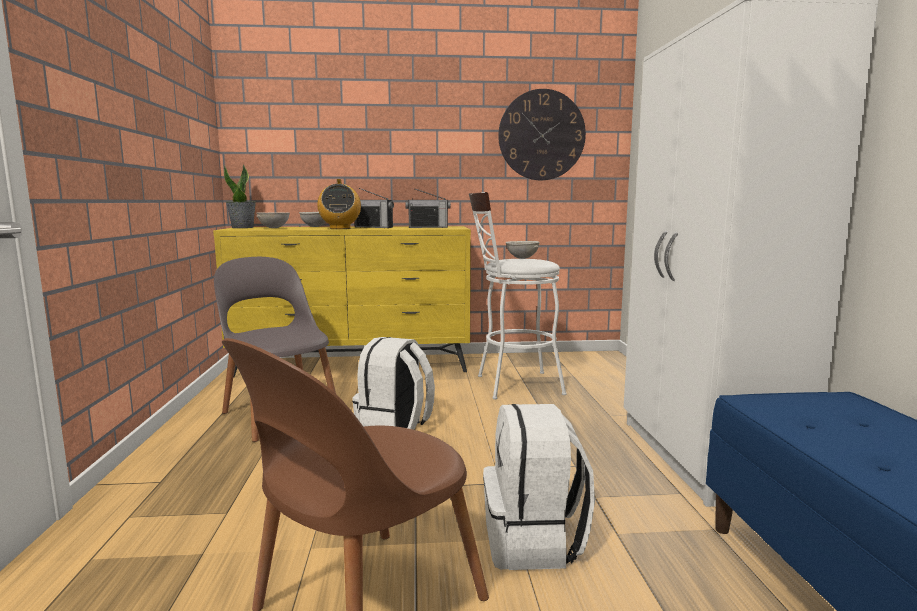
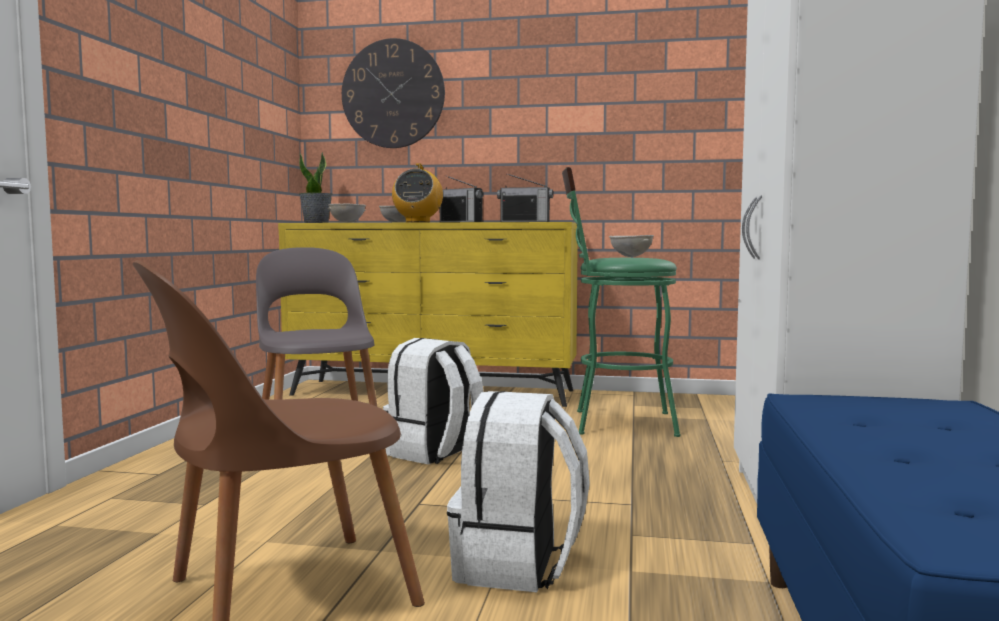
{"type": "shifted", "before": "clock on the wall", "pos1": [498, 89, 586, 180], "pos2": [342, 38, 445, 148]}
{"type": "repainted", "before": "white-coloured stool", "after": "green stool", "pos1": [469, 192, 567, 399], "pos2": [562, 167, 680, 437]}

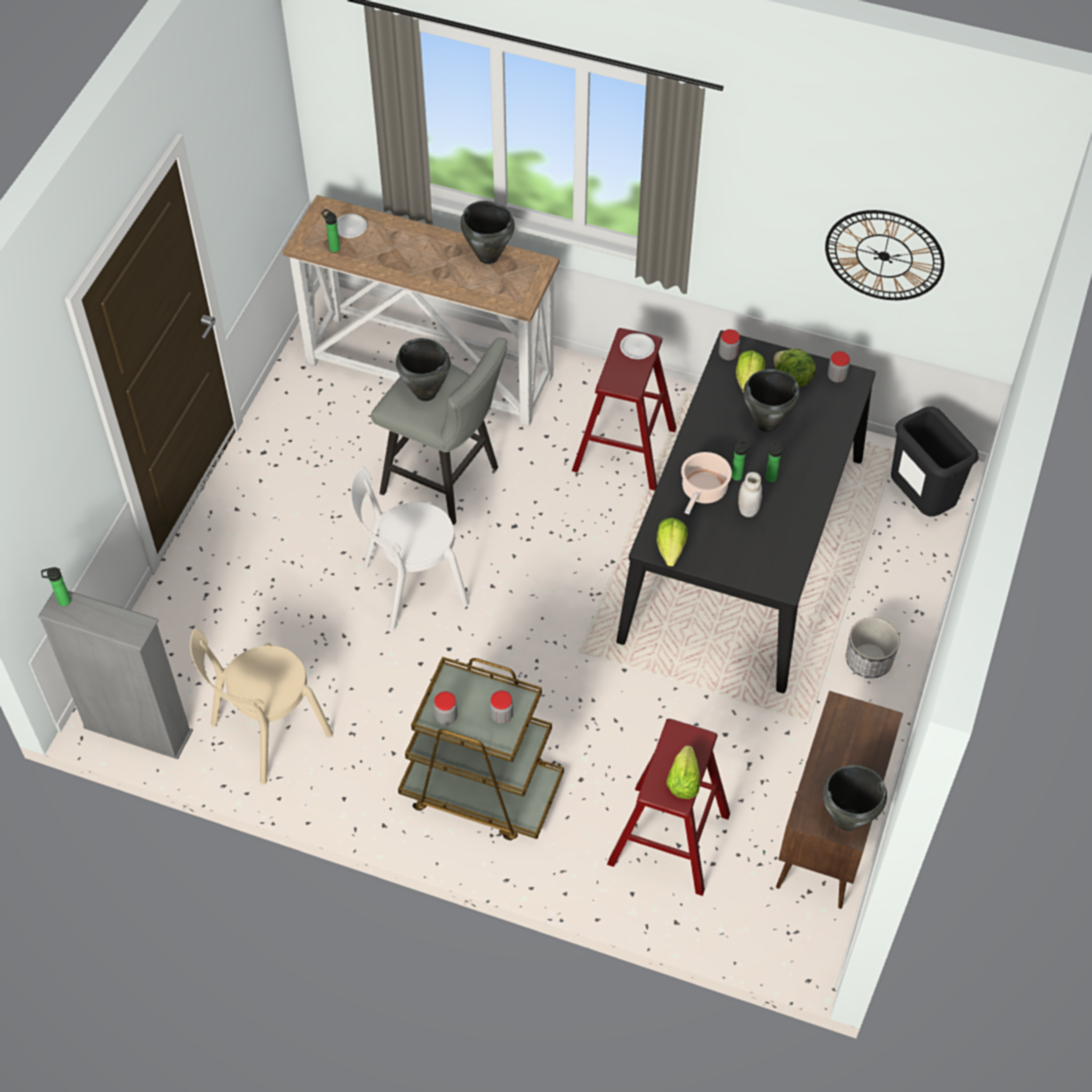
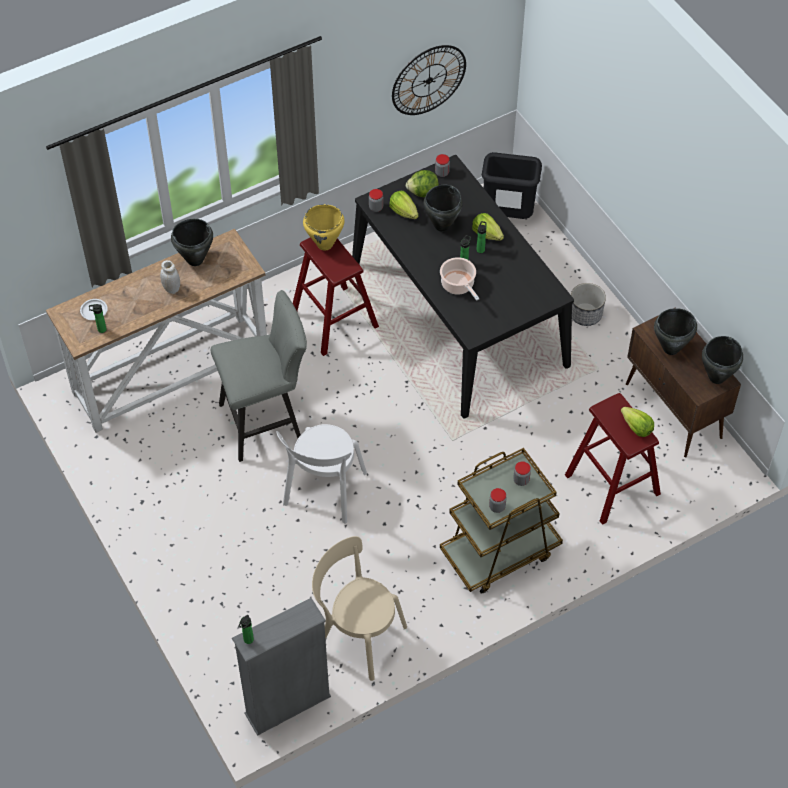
{"type": "swapped", "before": "white-coloured flat dish", "after": "yellow-coloured cooking pot", "pos1": [620, 333, 655, 359], "pos2": [303, 204, 344, 251]}
{"type": "shifted", "before": "black-coloured cooking pot", "pos1": [396, 338, 451, 401], "pos2": [654, 308, 697, 355]}
{"type": "shifted", "before": "white-coloured storage jar", "pos1": [738, 472, 762, 517], "pos2": [160, 260, 180, 294]}
{"type": "shifted", "before": "head of lettuce", "pos1": [657, 518, 688, 567], "pos2": [472, 213, 504, 241]}
{"type": "rotated", "before": "sand-coloured chair", "pos1": [190, 629, 333, 785], "pos2": [312, 536, 407, 681], "turn": 120}

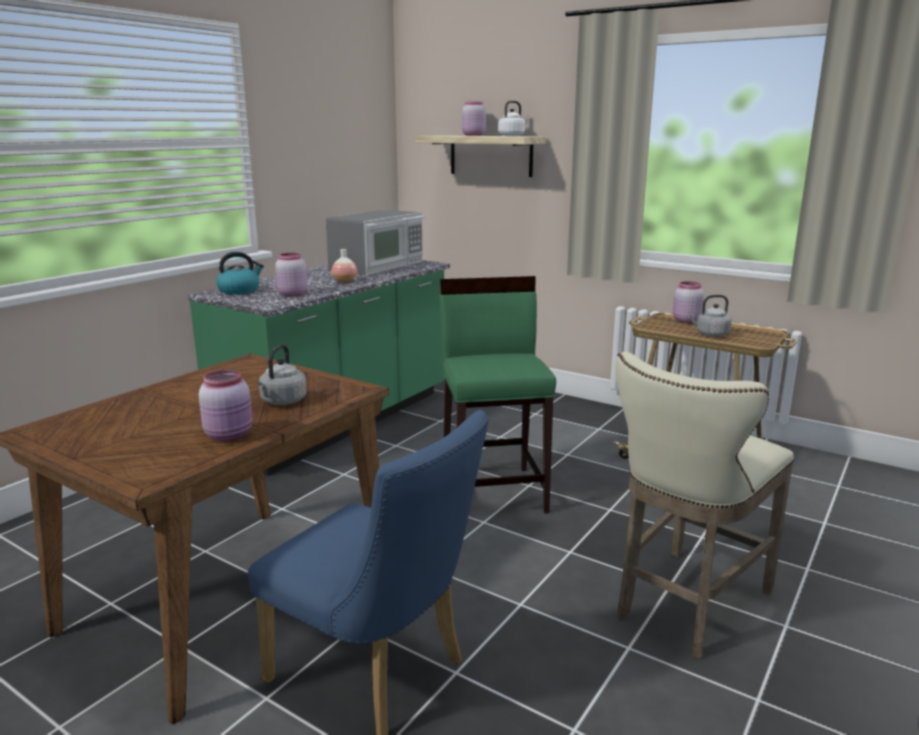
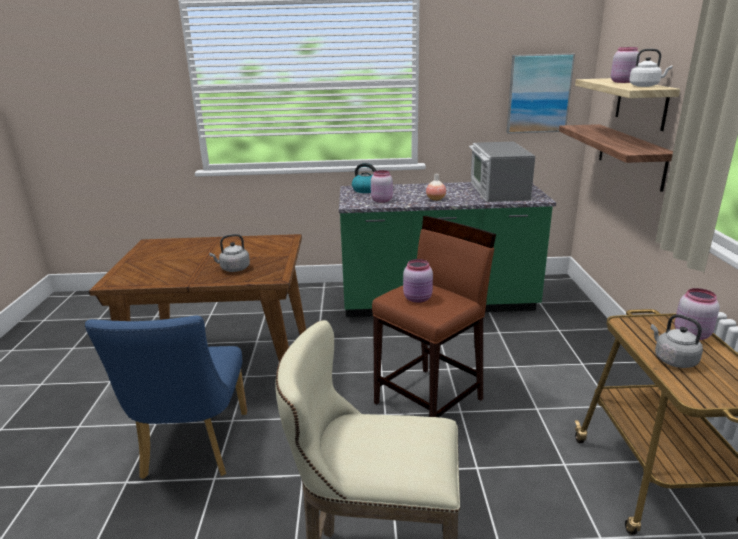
{"type": "rotated", "before": "kitchen microwave", "pos1": [325, 209, 425, 275], "pos2": [469, 141, 535, 202], "turn": 90}
{"type": "repainted", "before": "green stool", "after": "brown-coloured stool", "pos1": [439, 276, 556, 514], "pos2": [372, 216, 496, 417]}
{"type": "shifted", "before": "pinkish storage jar", "pos1": [199, 370, 252, 442], "pos2": [403, 259, 433, 303]}
{"type": "new", "after": "wall picture", "pos2": [506, 53, 575, 134]}
{"type": "new", "after": "bracket shelf", "pos2": [559, 124, 673, 192]}

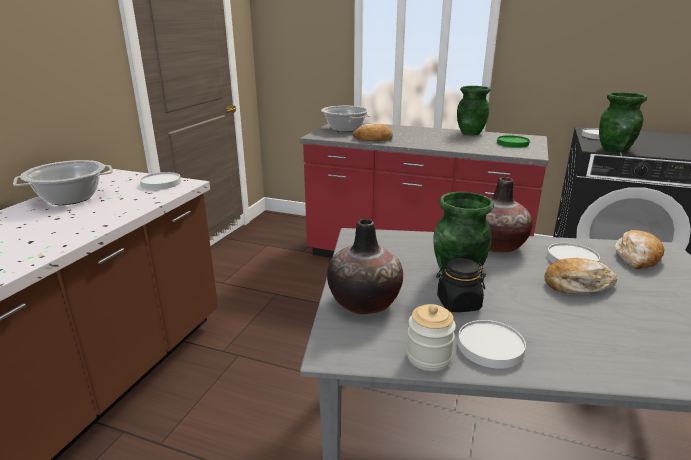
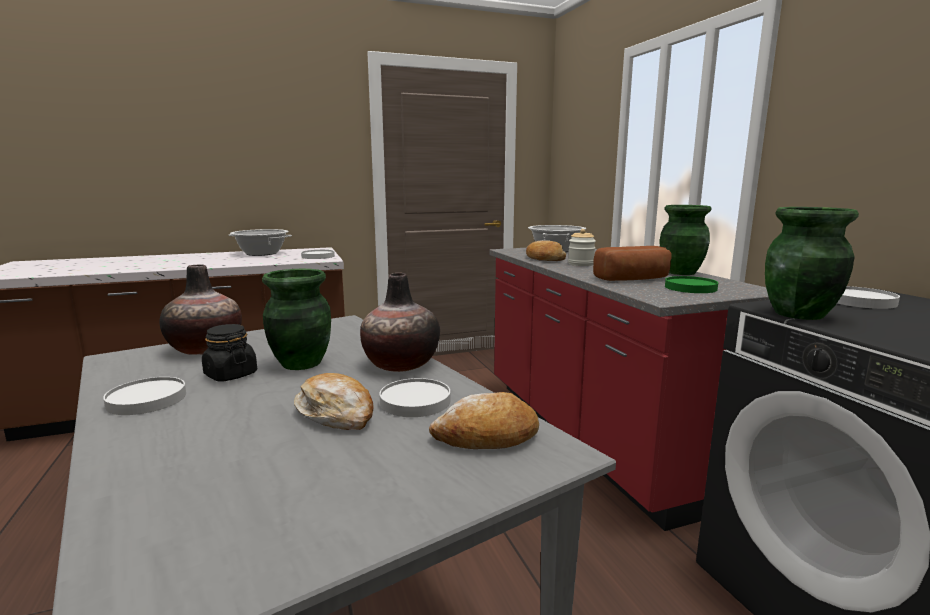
{"type": "shifted", "before": "storage jar", "pos1": [407, 304, 456, 371], "pos2": [568, 229, 596, 266]}
{"type": "new", "after": "baked bread", "pos2": [593, 246, 672, 281]}

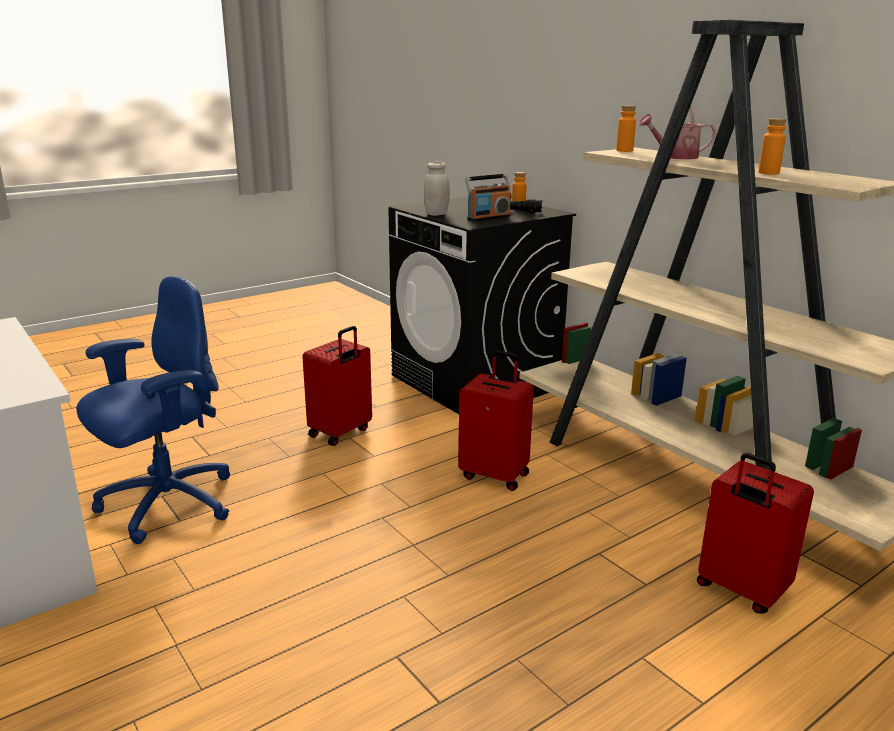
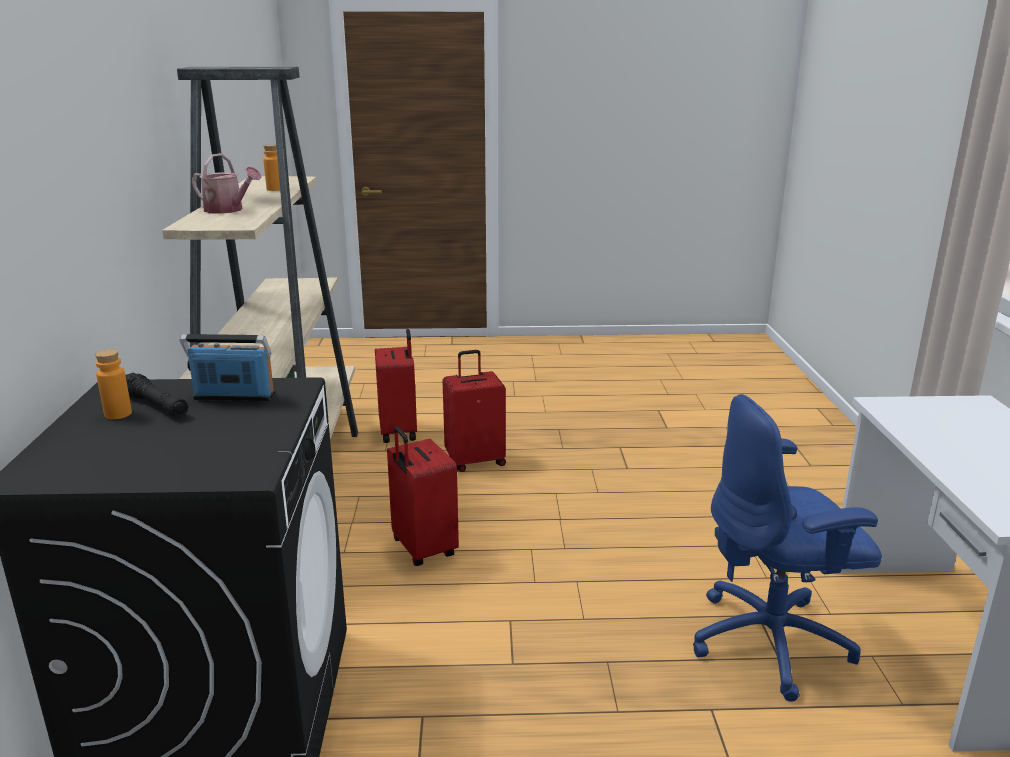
{"type": "gone", "before": "orangey beverage bottle", "pos1": [616, 105, 636, 152]}
{"type": "gone", "before": "white-coloured storage jar", "pos1": [424, 162, 450, 216]}
{"type": "shifted", "before": "reddish travel case", "pos1": [302, 326, 372, 446], "pos2": [443, 350, 506, 472]}

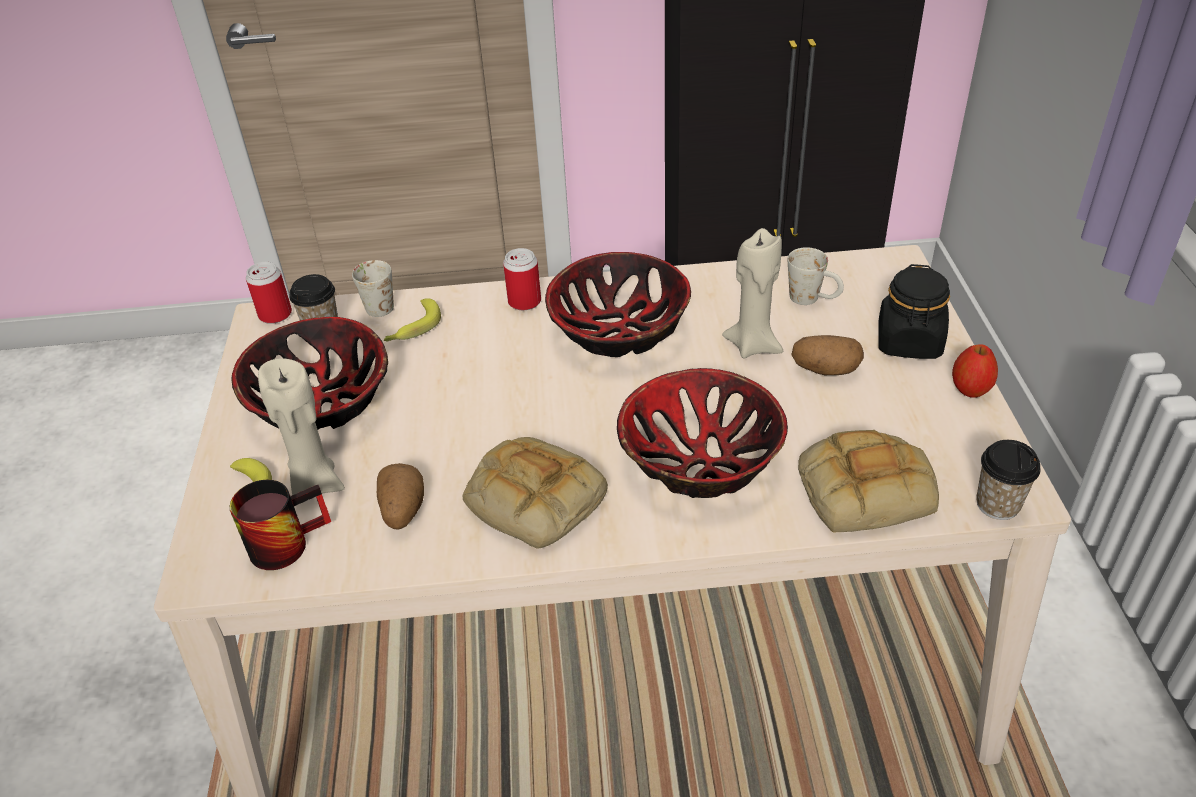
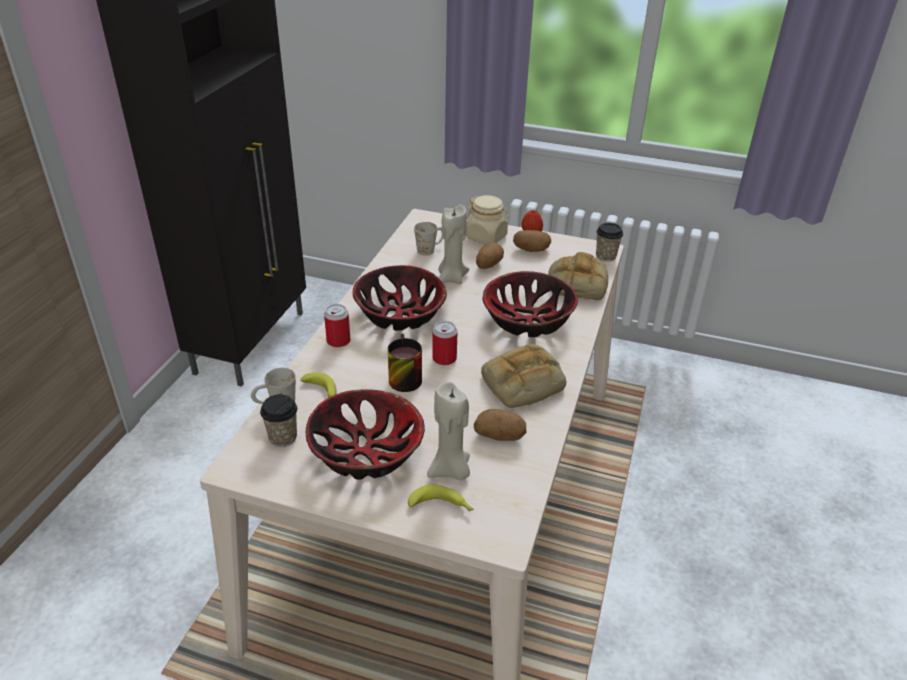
{"type": "shifted", "before": "can", "pos1": [246, 262, 292, 324], "pos2": [432, 321, 458, 365]}
{"type": "repainted", "before": "black-coloured storage jar", "after": "sand-coloured storage jar", "pos1": [878, 264, 950, 359], "pos2": [466, 195, 509, 244]}
{"type": "shifted", "before": "mug", "pos1": [230, 480, 331, 570], "pos2": [388, 334, 422, 392]}
{"type": "new", "after": "potato", "pos2": [513, 230, 551, 252]}

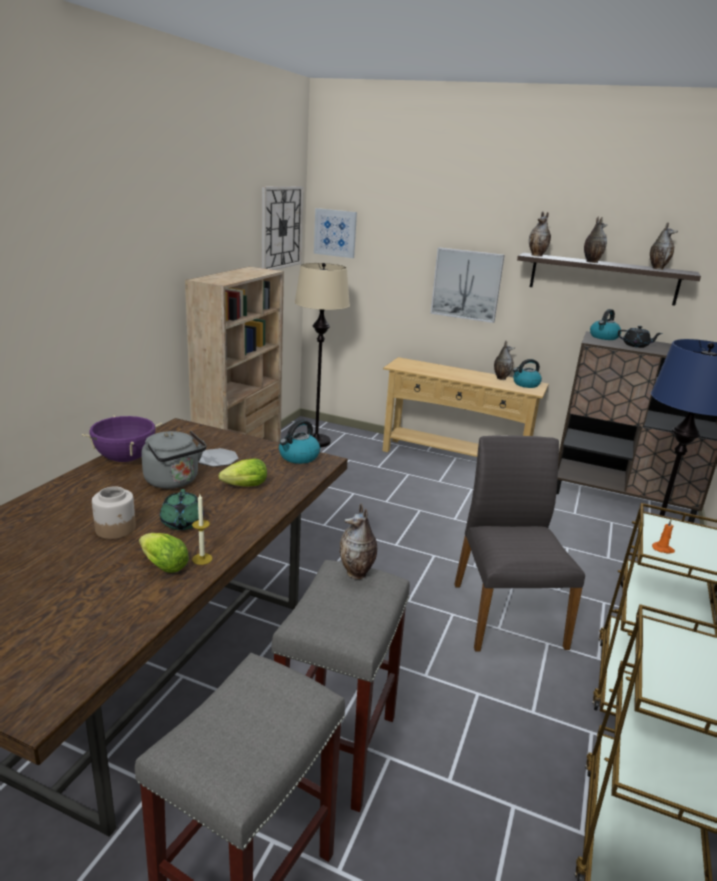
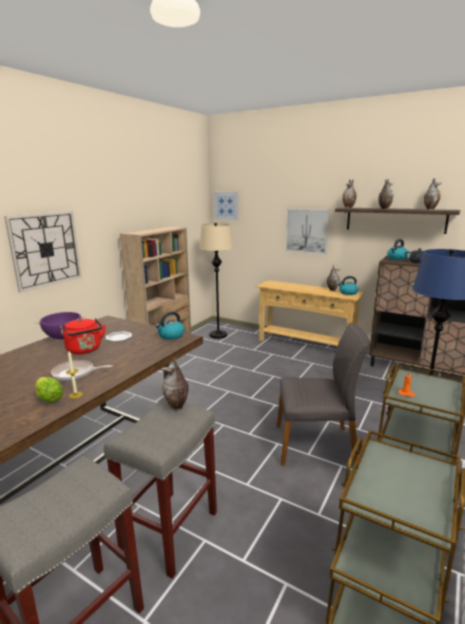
{"type": "shifted", "before": "clock on the wall", "pos1": [262, 186, 304, 270], "pos2": [4, 211, 82, 293]}
{"type": "repainted", "before": "grey kettle", "after": "reddish kettle", "pos1": [141, 431, 206, 489], "pos2": [63, 318, 106, 354]}
{"type": "rotated", "before": "grey chair", "pos1": [454, 435, 585, 652], "pos2": [277, 323, 370, 466], "turn": 90}
{"type": "gone", "before": "head of lettuce", "pos1": [218, 459, 267, 487]}
{"type": "gone", "before": "storage jar", "pos1": [92, 486, 136, 539]}
{"type": "swapped", "before": "green tea pot", "after": "frying pan", "pos1": [160, 489, 204, 530], "pos2": [51, 360, 113, 381]}

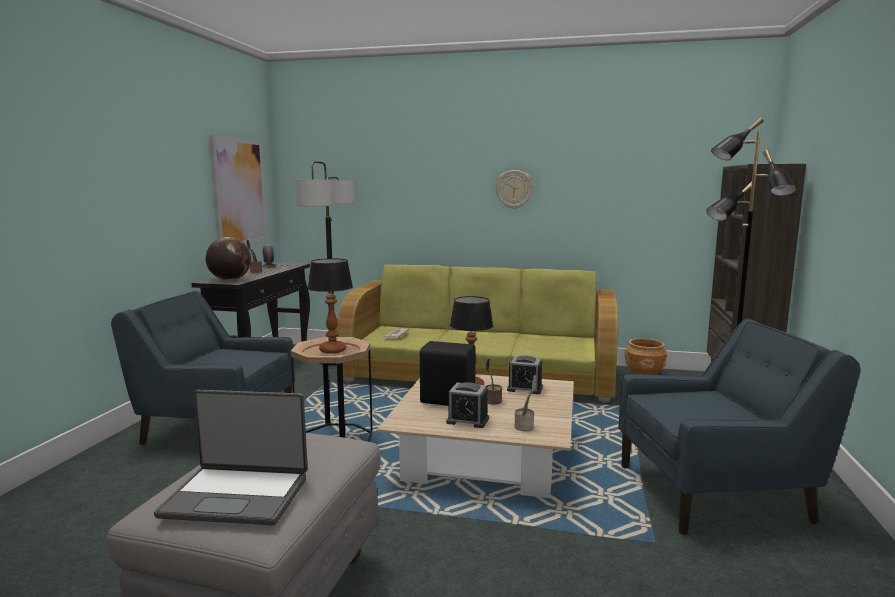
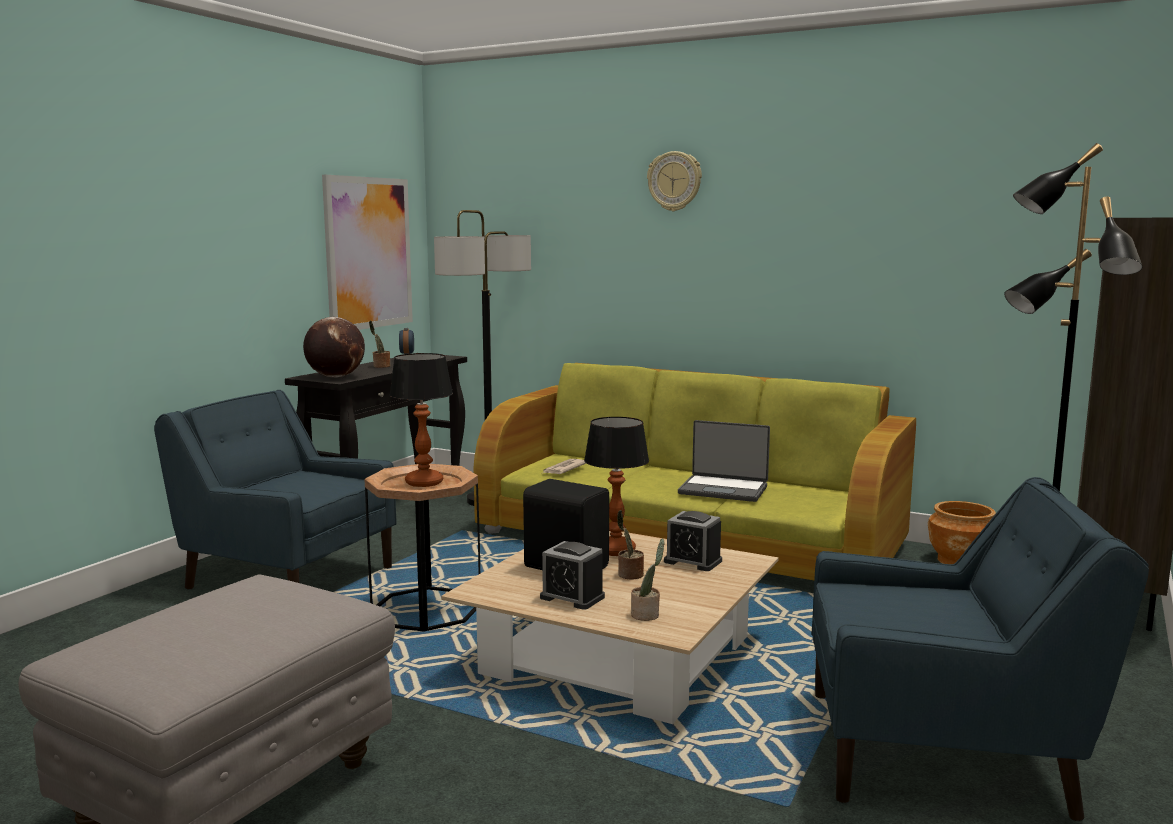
{"type": "shifted", "before": "clock on the wall", "pos1": [495, 170, 534, 209], "pos2": [647, 151, 702, 211]}
{"type": "shifted", "before": "notebook computer", "pos1": [154, 390, 308, 525], "pos2": [678, 420, 770, 502]}

